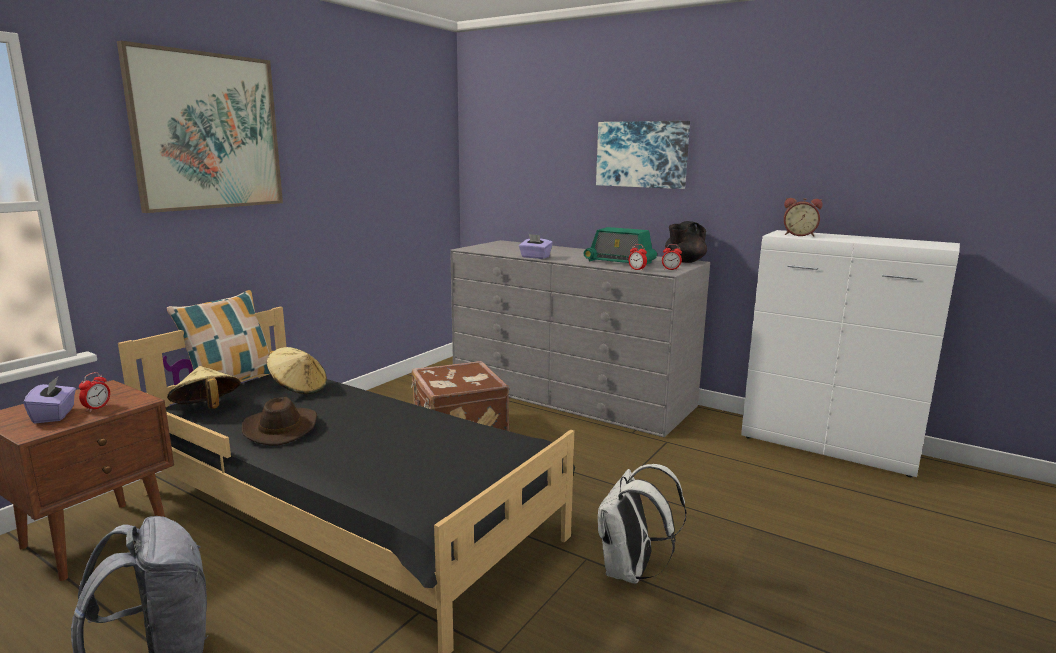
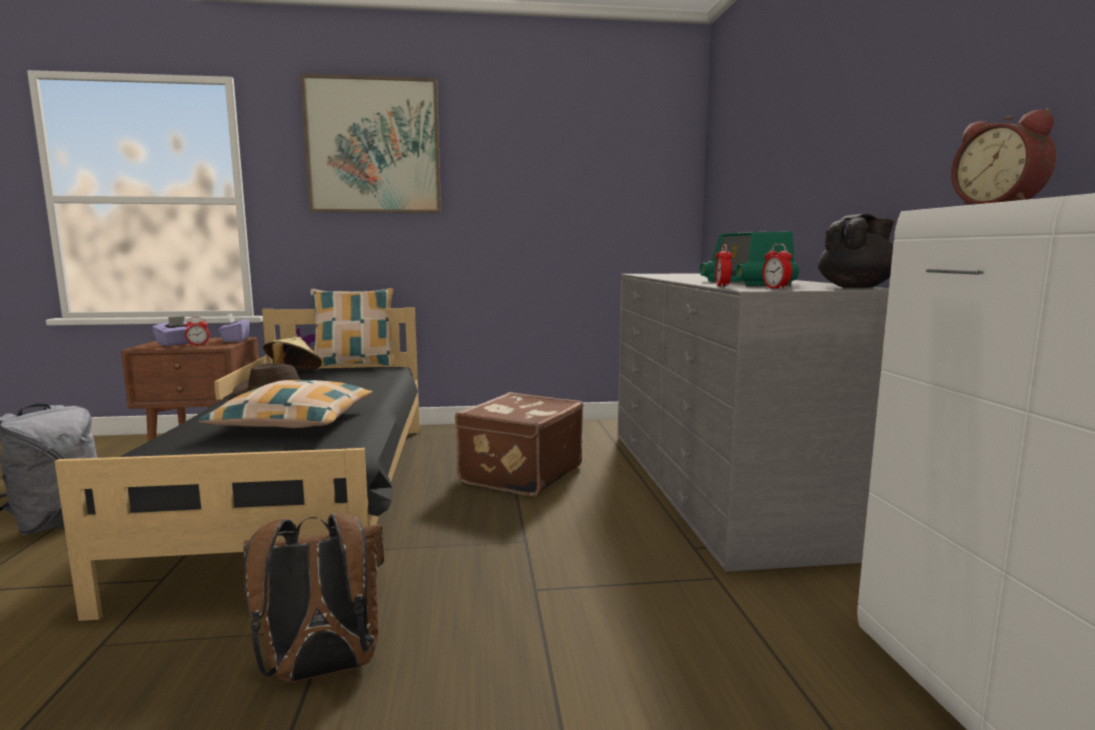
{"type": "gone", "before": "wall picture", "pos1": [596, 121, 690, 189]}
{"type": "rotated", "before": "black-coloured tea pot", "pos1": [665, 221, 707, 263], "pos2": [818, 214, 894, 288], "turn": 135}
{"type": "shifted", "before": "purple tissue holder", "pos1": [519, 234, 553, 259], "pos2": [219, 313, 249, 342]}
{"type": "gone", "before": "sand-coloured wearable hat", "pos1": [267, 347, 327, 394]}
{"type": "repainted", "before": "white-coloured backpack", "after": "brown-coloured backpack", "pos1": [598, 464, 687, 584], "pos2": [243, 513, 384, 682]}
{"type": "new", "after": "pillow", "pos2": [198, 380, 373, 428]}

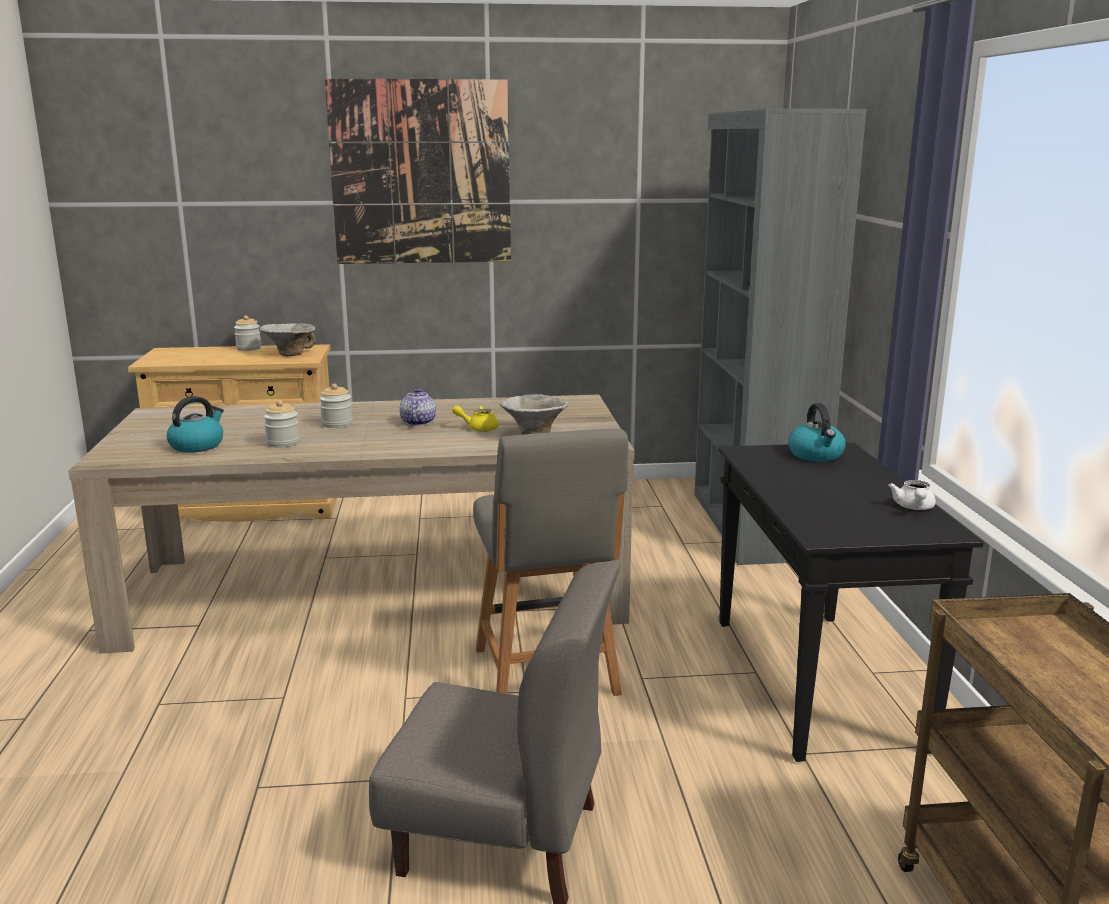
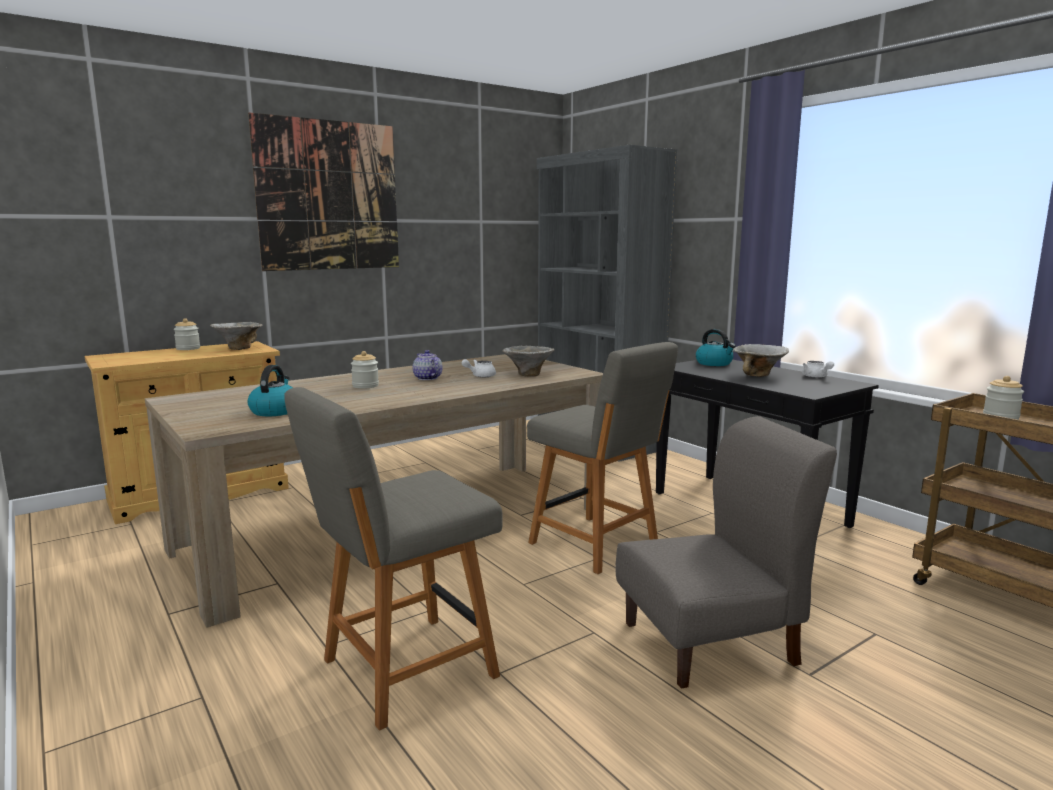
{"type": "shifted", "before": "storage jar", "pos1": [264, 400, 300, 448], "pos2": [983, 376, 1024, 420]}
{"type": "repainted", "before": "yellow-coloured tea pot", "after": "white-coloured tea pot", "pos1": [452, 405, 498, 431], "pos2": [462, 359, 496, 377]}
{"type": "new", "after": "bowl", "pos2": [733, 344, 789, 377]}
{"type": "new", "after": "grey chair", "pos2": [284, 387, 502, 730]}

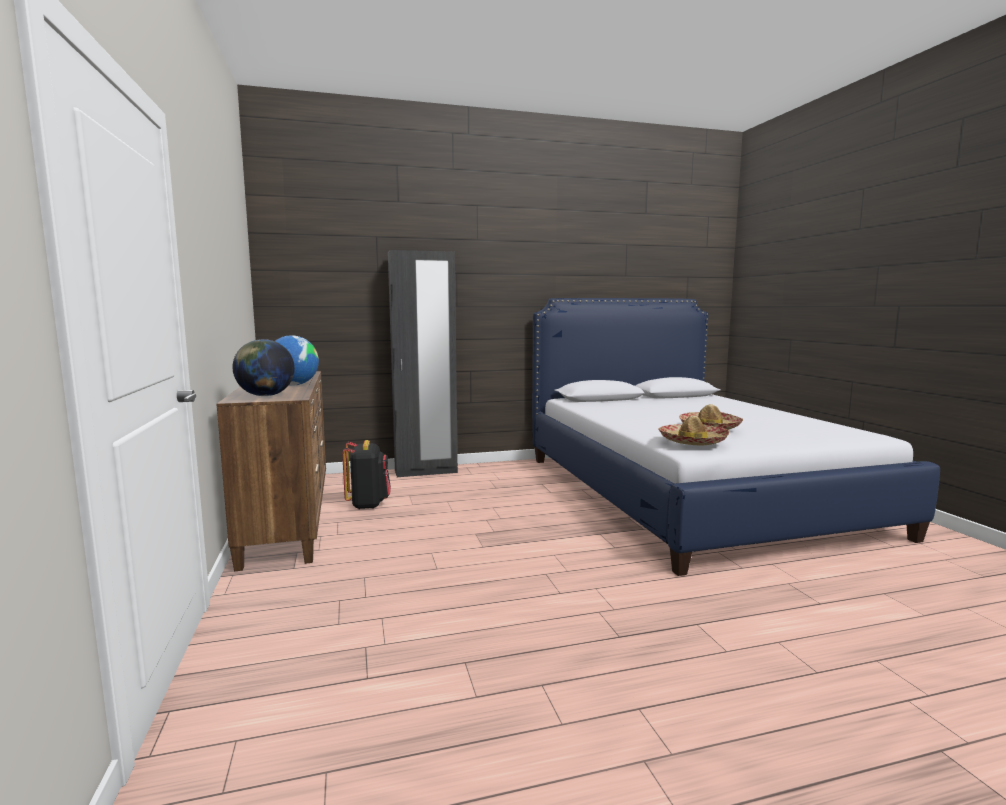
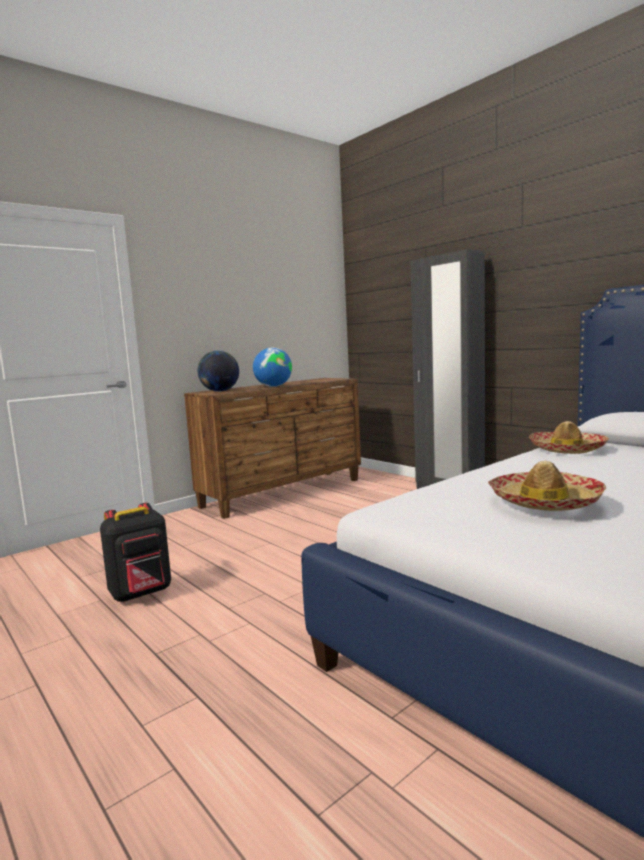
{"type": "shifted", "before": "wearable hat", "pos1": [658, 415, 730, 446], "pos2": [529, 421, 609, 454]}
{"type": "shifted", "before": "black-coloured backpack", "pos1": [342, 440, 391, 510], "pos2": [100, 503, 171, 602]}

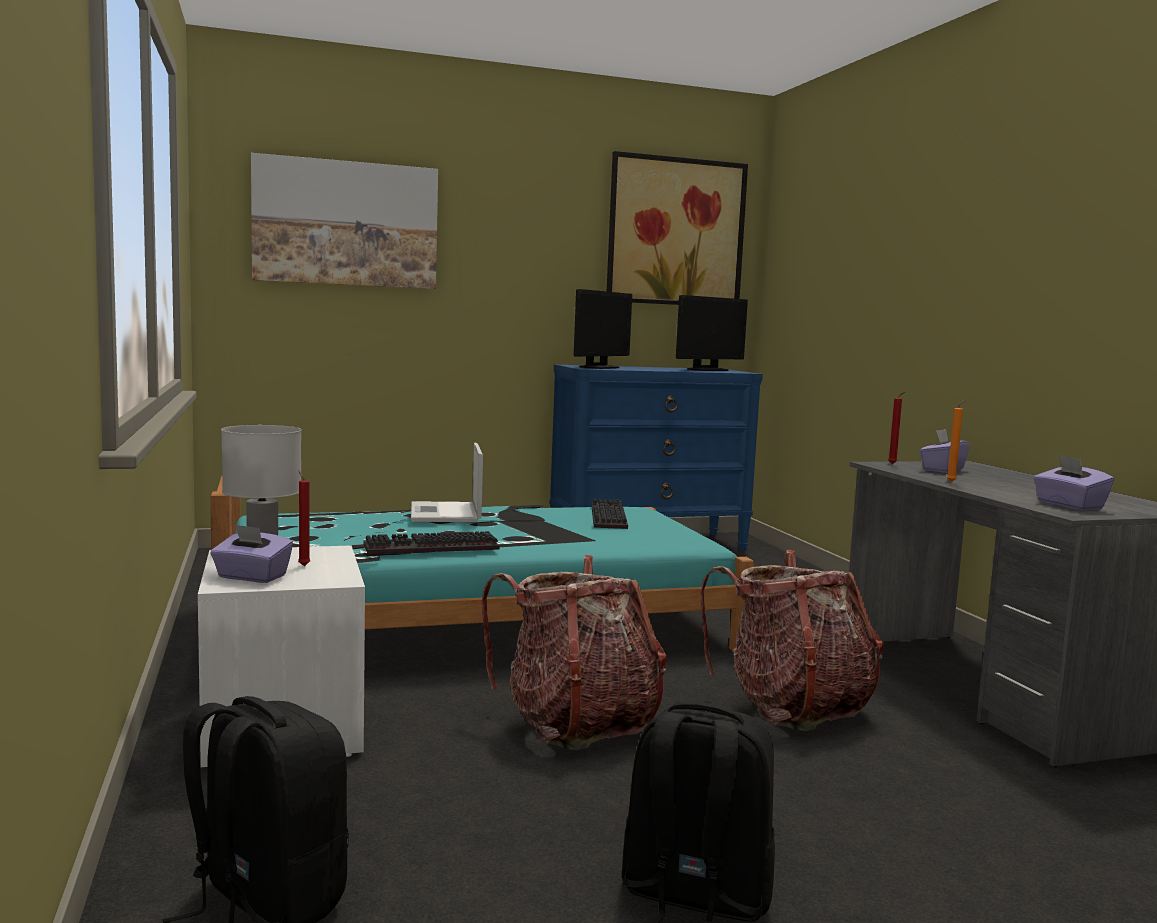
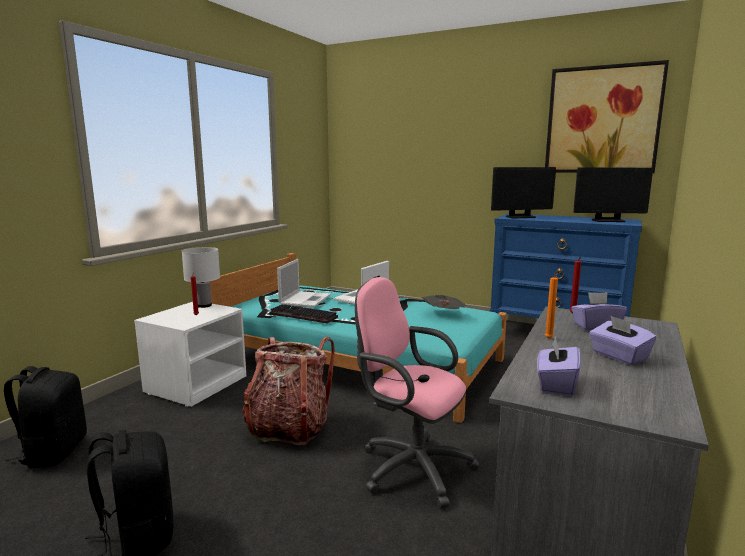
{"type": "gone", "before": "wall picture", "pos1": [251, 153, 438, 289]}
{"type": "swapped", "before": "PC keyboard", "after": "printed paper", "pos1": [592, 498, 628, 529], "pos2": [421, 295, 466, 309]}
{"type": "shifted", "before": "purple tissue holder", "pos1": [210, 524, 293, 583], "pos2": [589, 315, 656, 365]}
{"type": "swapped", "before": "backpack", "after": "pinkish desk chair", "pos1": [700, 549, 884, 731], "pos2": [355, 277, 479, 508]}
{"type": "new", "after": "notebook computer", "pos2": [277, 259, 331, 308]}

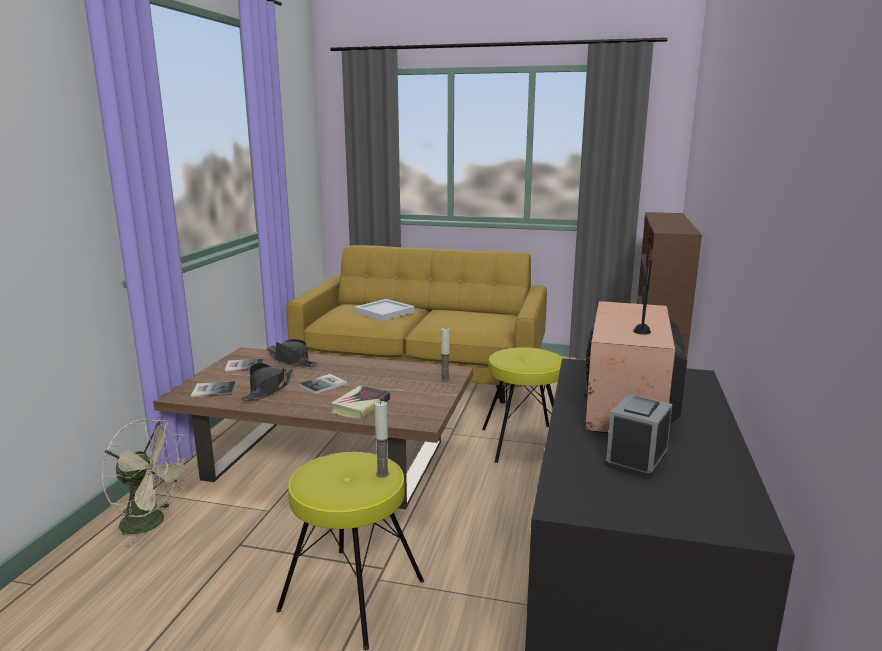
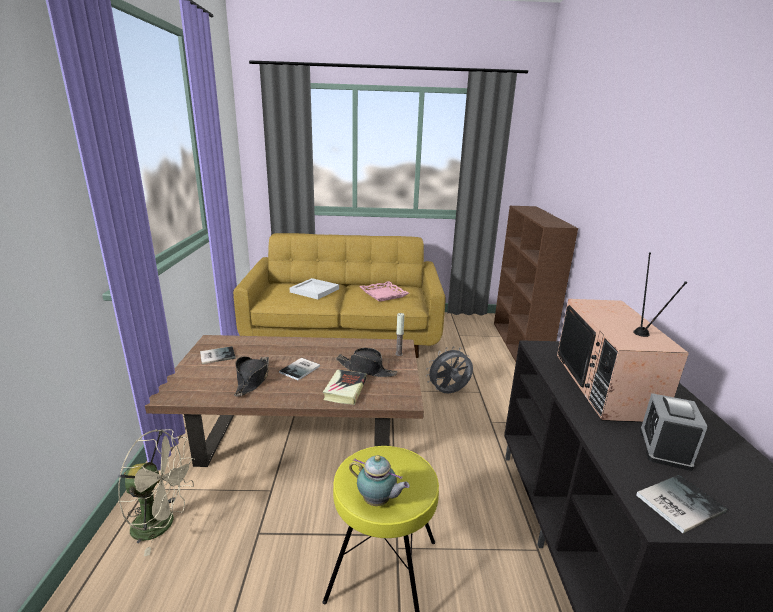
{"type": "shifted", "before": "black-coloured wearable hat", "pos1": [267, 339, 317, 367], "pos2": [336, 348, 397, 377]}
{"type": "swapped", "before": "yellow-coloured stool", "after": "grey fan", "pos1": [482, 347, 564, 463], "pos2": [426, 346, 473, 393]}
{"type": "shifted", "before": "book", "pos1": [191, 381, 236, 397], "pos2": [636, 475, 727, 533]}
{"type": "gone", "before": "wax light", "pos1": [374, 401, 389, 478]}
{"type": "new", "after": "pinkish carrying tray", "pos2": [359, 281, 409, 302]}
{"type": "new", "after": "tea pot", "pos2": [349, 455, 410, 506]}

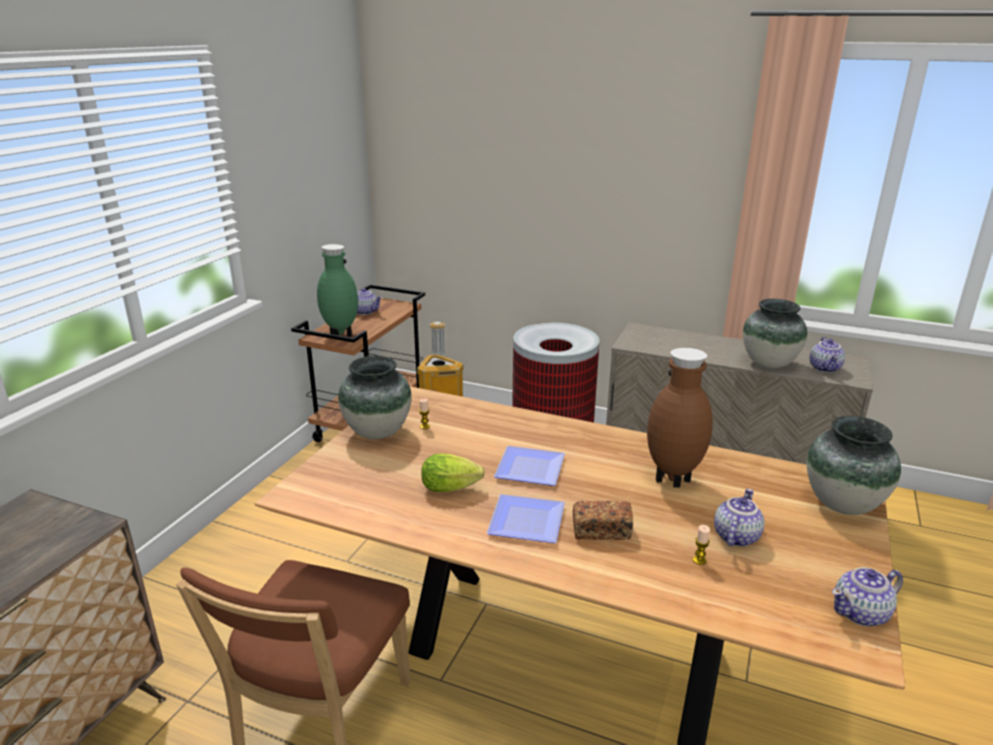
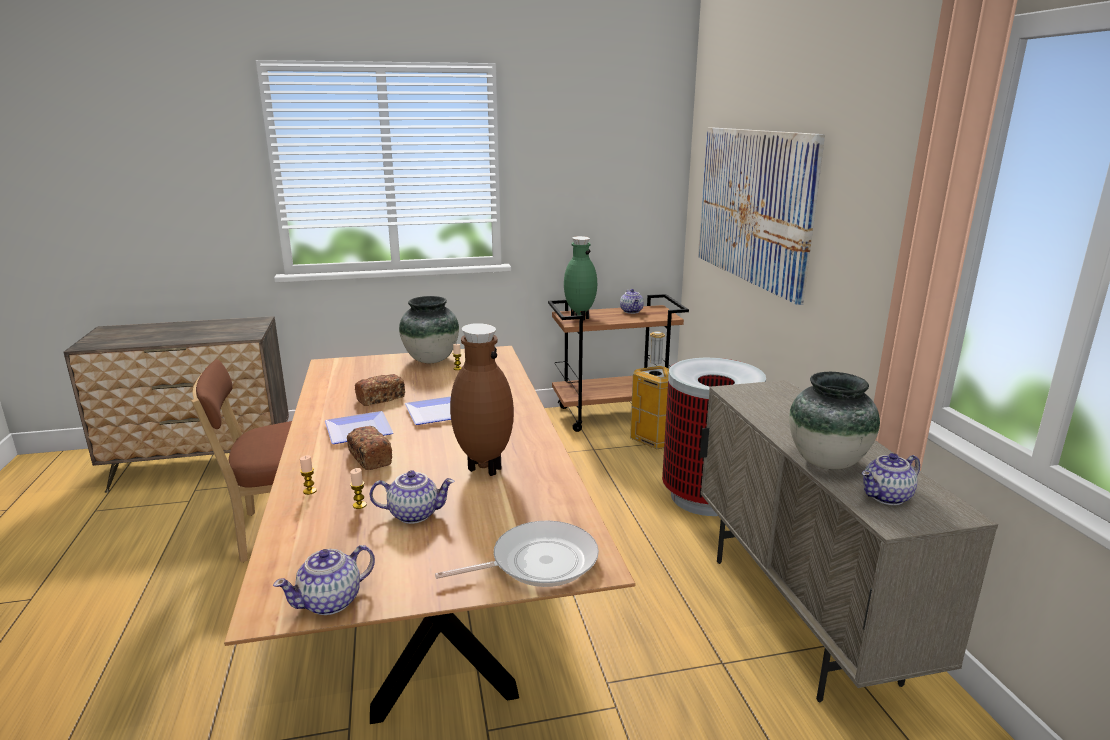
{"type": "swapped", "before": "vase", "after": "frying pan", "pos1": [807, 416, 901, 515], "pos2": [435, 521, 599, 587]}
{"type": "swapped", "before": "head of lettuce", "after": "baked bread", "pos1": [421, 454, 485, 492], "pos2": [355, 374, 405, 406]}
{"type": "rotated", "before": "tea pot", "pos1": [832, 567, 903, 627], "pos2": [273, 545, 375, 615], "turn": -75}
{"type": "new", "after": "wall picture", "pos2": [698, 128, 825, 305]}
{"type": "new", "after": "wax light", "pos2": [300, 455, 317, 495]}

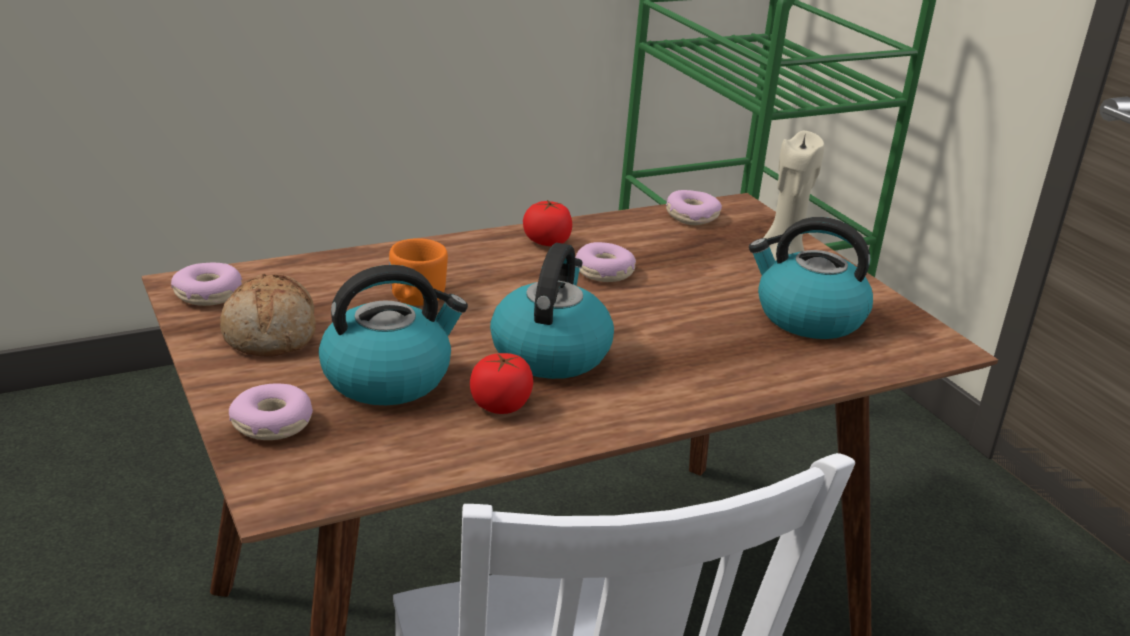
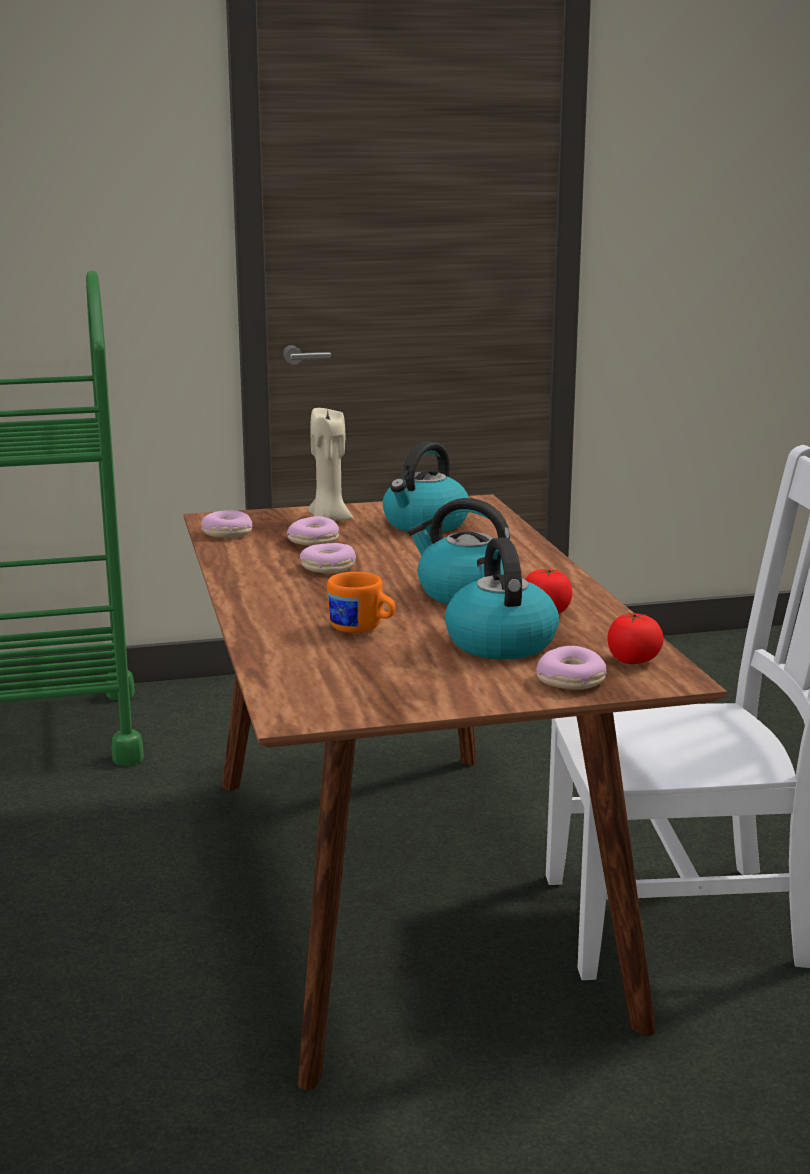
{"type": "shifted", "before": "tomato", "pos1": [523, 200, 572, 246], "pos2": [607, 612, 664, 664]}
{"type": "shifted", "before": "doughnut", "pos1": [171, 263, 242, 306], "pos2": [287, 516, 339, 546]}
{"type": "gone", "before": "baked bread", "pos1": [220, 273, 316, 357]}

